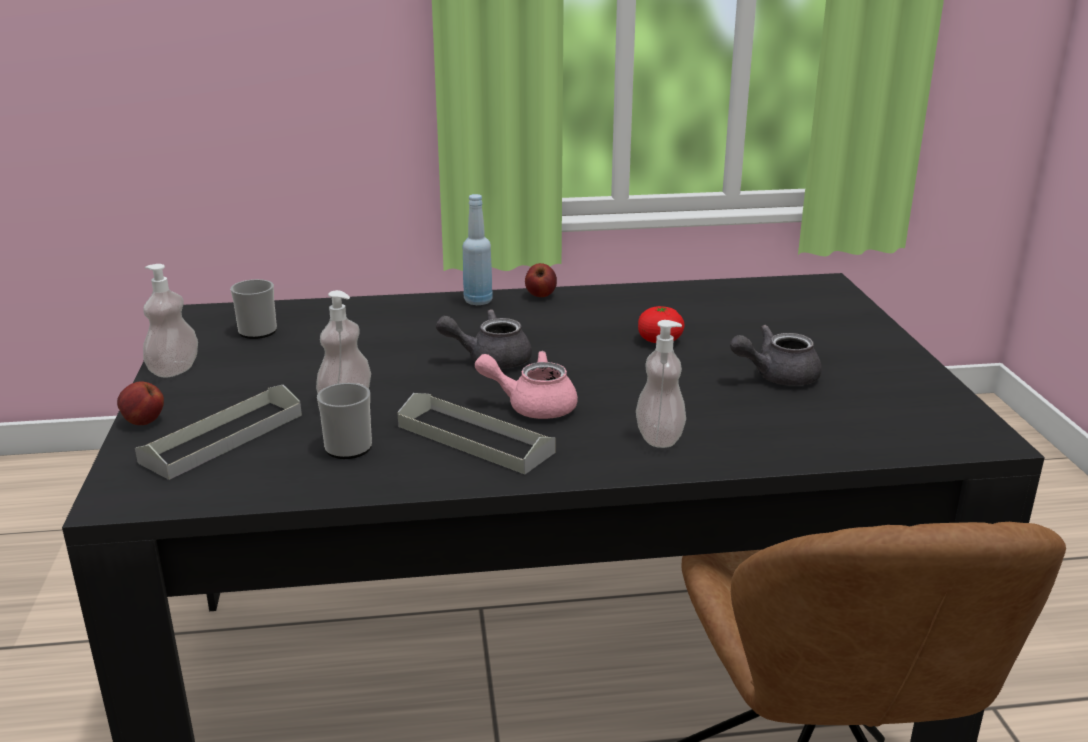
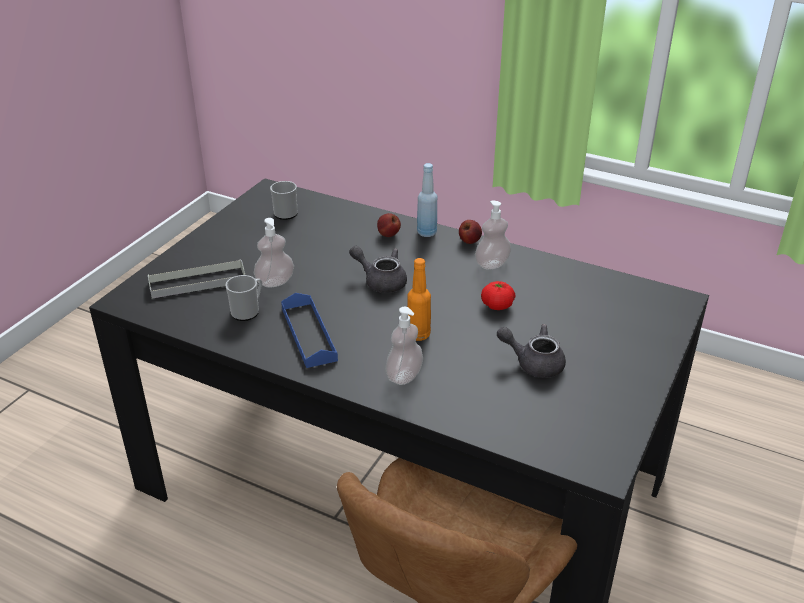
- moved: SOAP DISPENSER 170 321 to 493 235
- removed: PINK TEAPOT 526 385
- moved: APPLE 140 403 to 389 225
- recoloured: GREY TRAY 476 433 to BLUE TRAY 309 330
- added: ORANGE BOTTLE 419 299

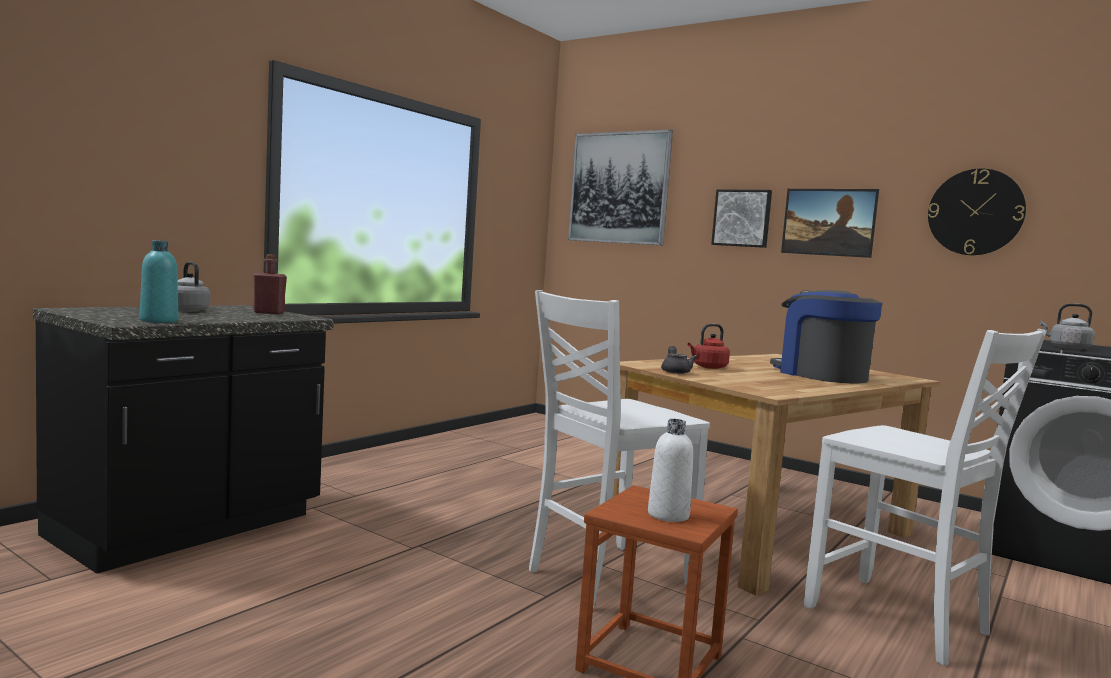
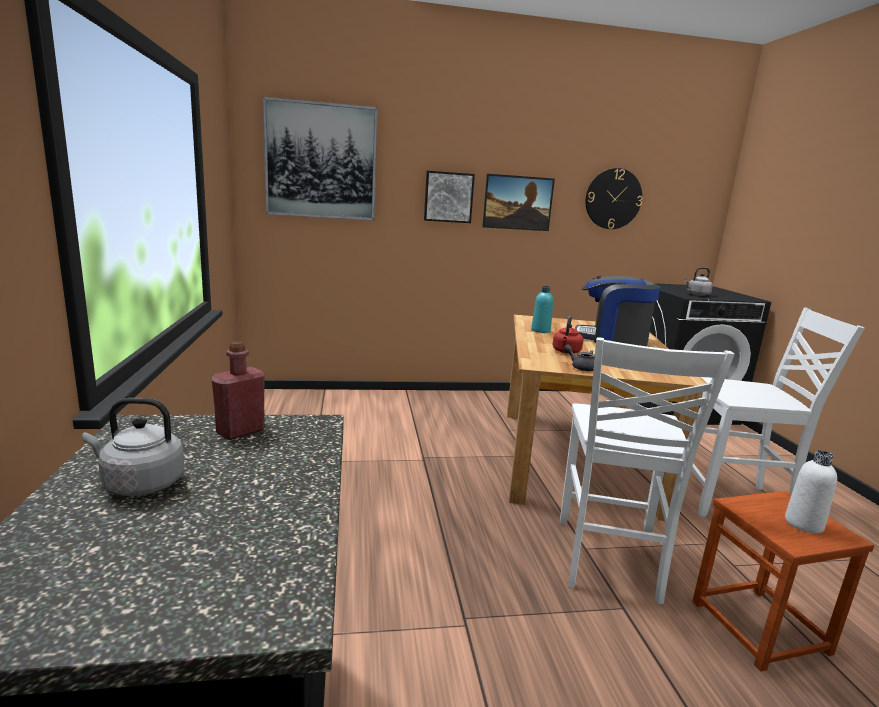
- moved: TURQUOISE BOTTLE 159 281 to 542 309

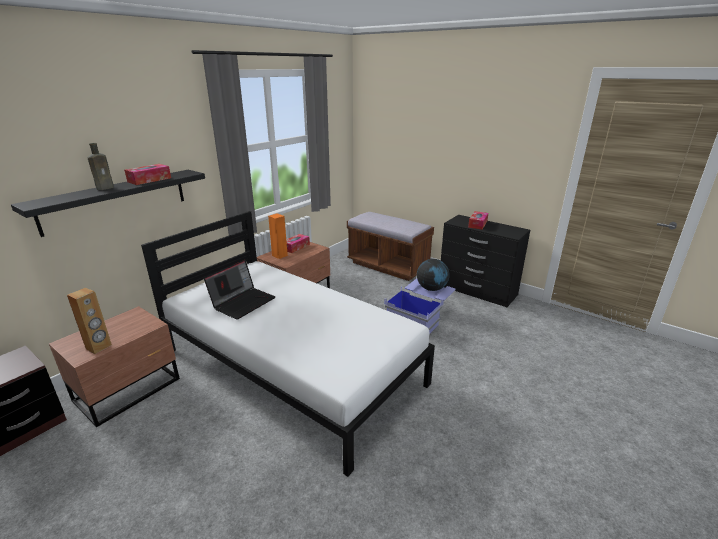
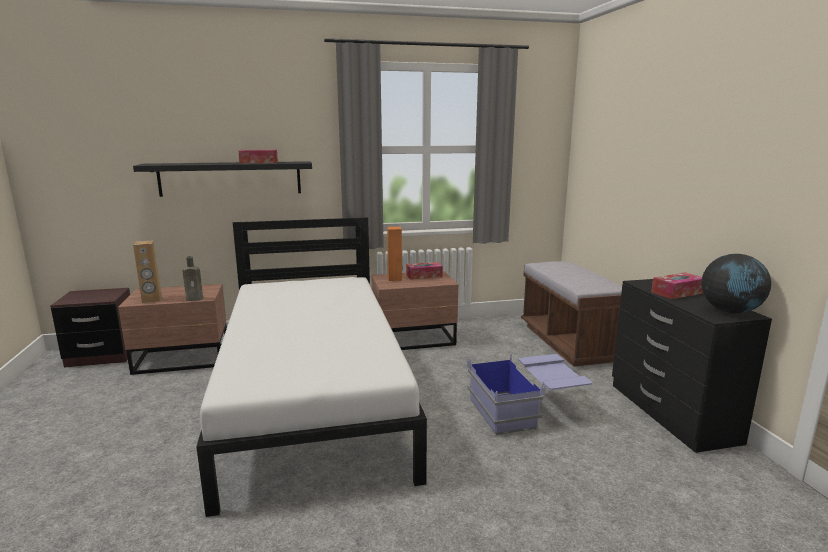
- moved: BROWN BOTTLE 101 166 to 192 278
- moved: GLOBE 433 275 to 736 284
- removed: LAPTOP 239 290

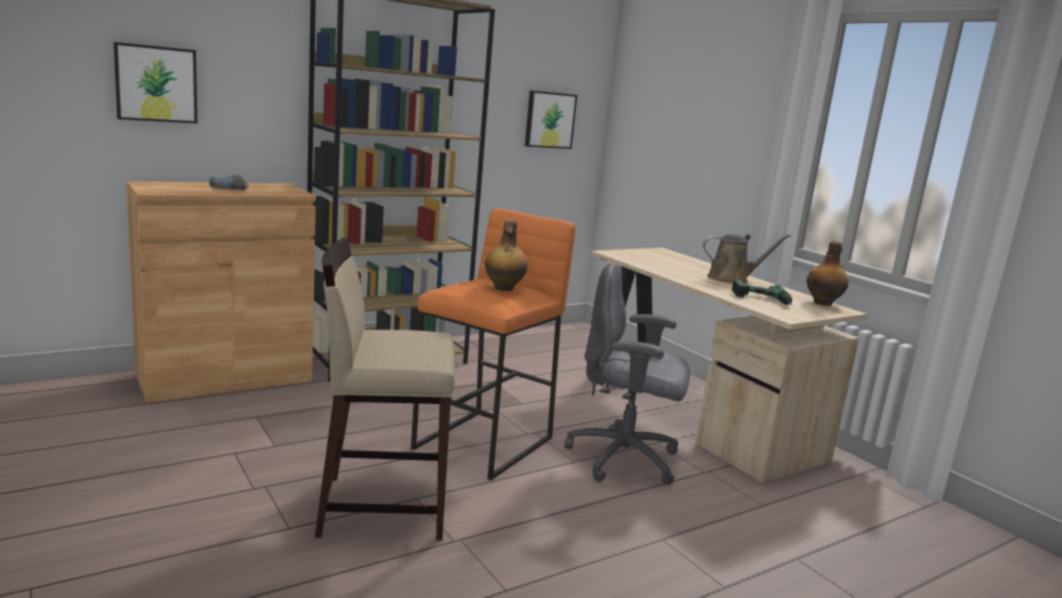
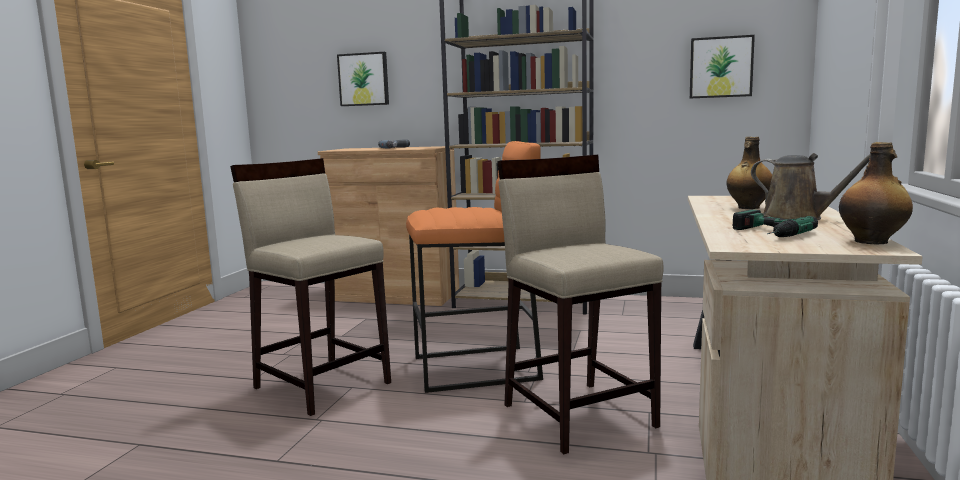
- moved: BOTTLE 506 255 to 749 173
- replaced: GREY OFFICE CHAIR 627 374 to BEIGE STOOL 580 304

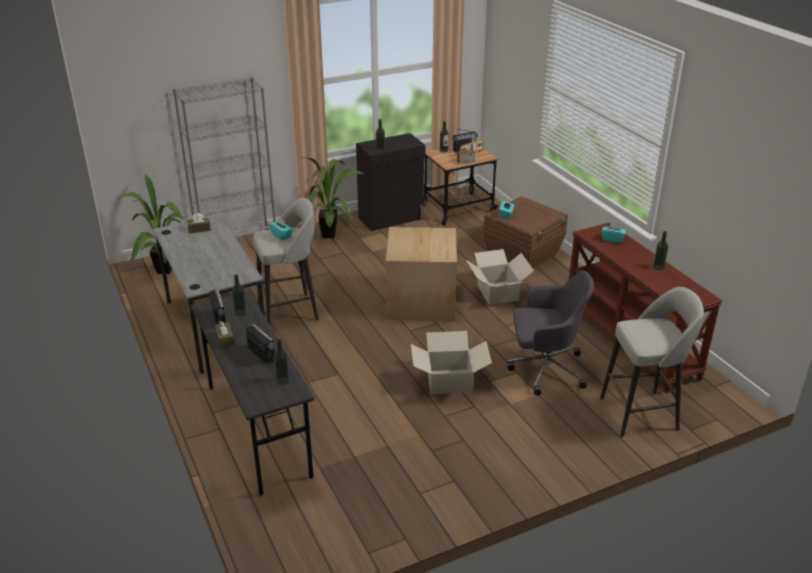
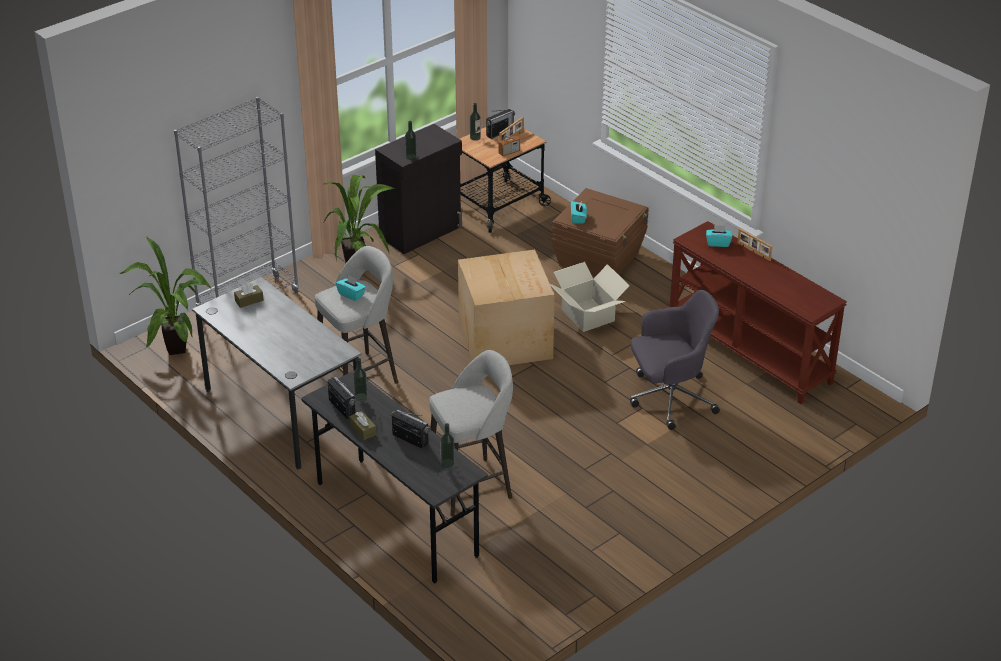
- removed: BOTTLE 660 251
- moved: GREY STOOL 652 362 to 471 433
- removed: CARDBOARD BOX 451 362
- added: PICTURE FRAME 755 244

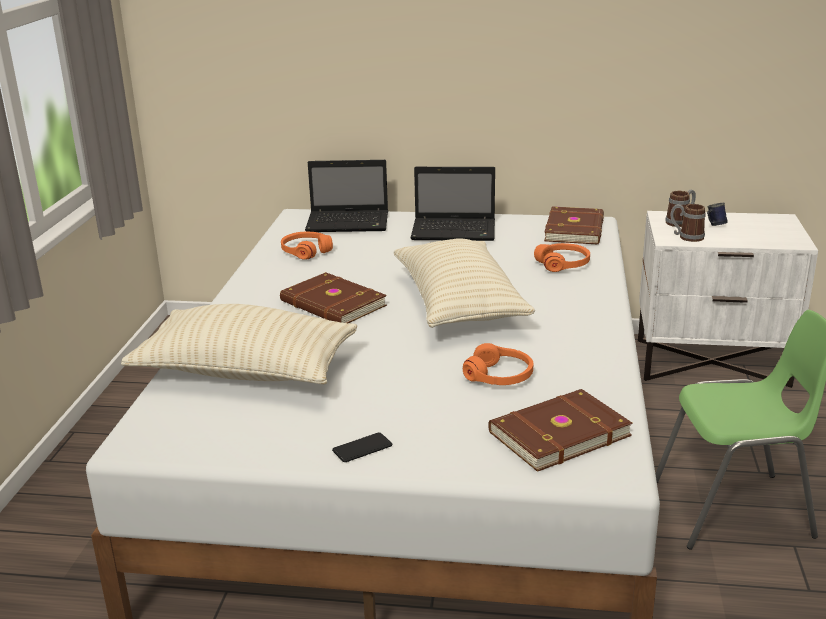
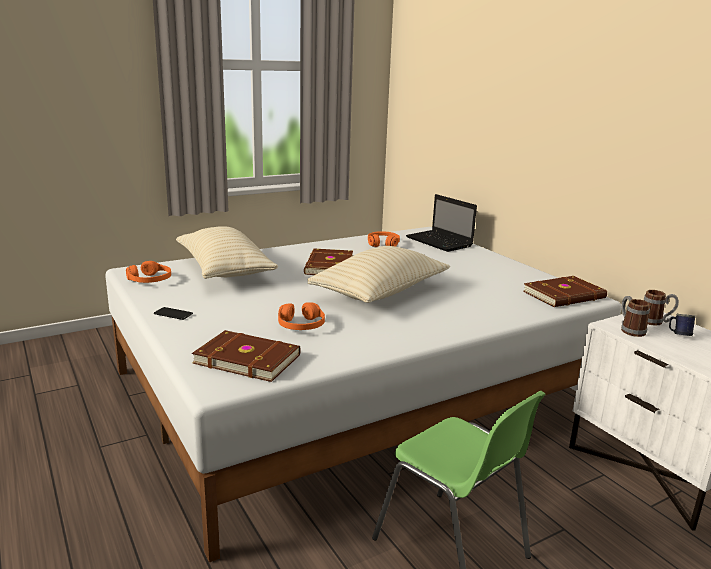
- removed: LAPTOP 453 204
- moved: ORANGE HEADPHONES 562 257 to 148 272

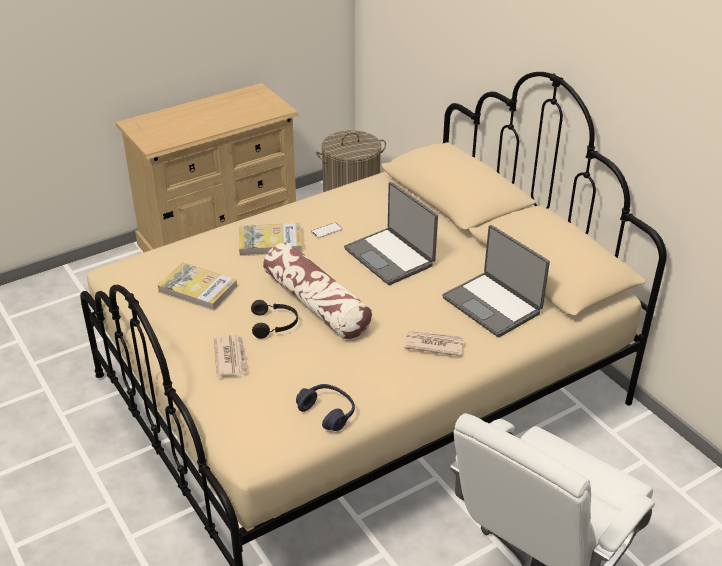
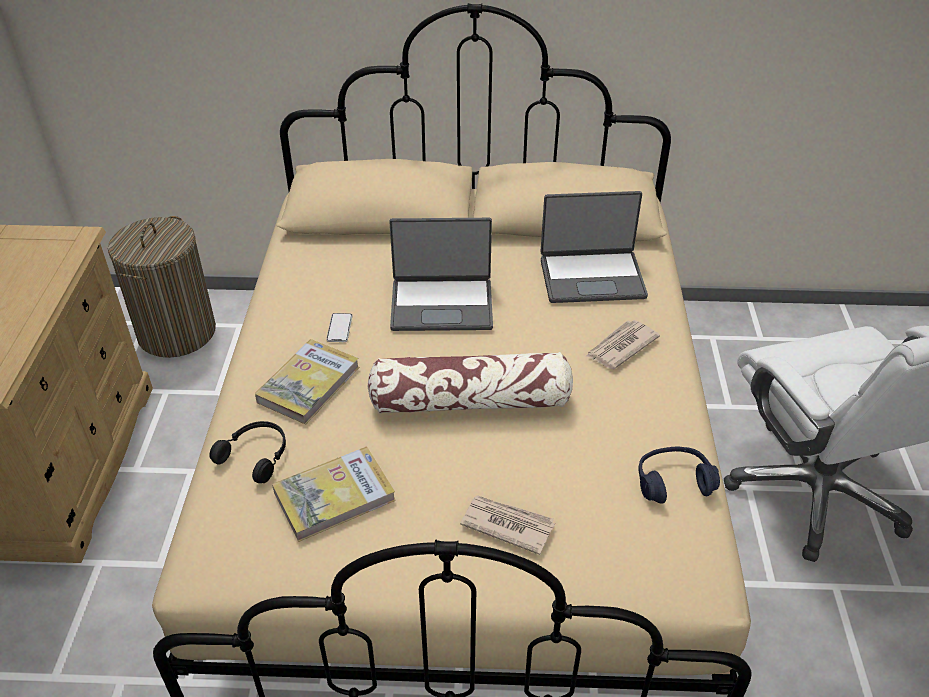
- moved: BLACK HEADPHONES 274 319 to 247 452

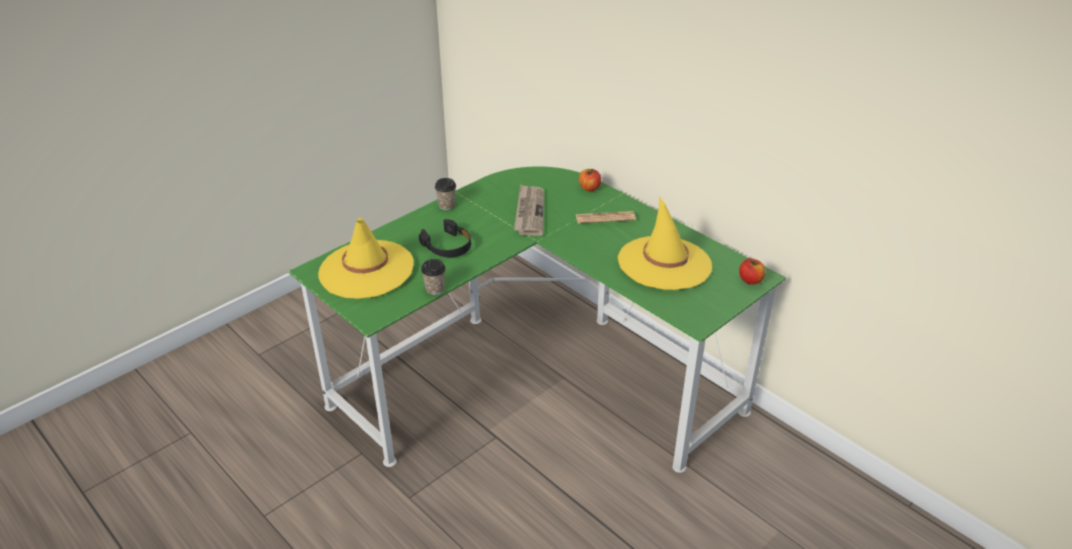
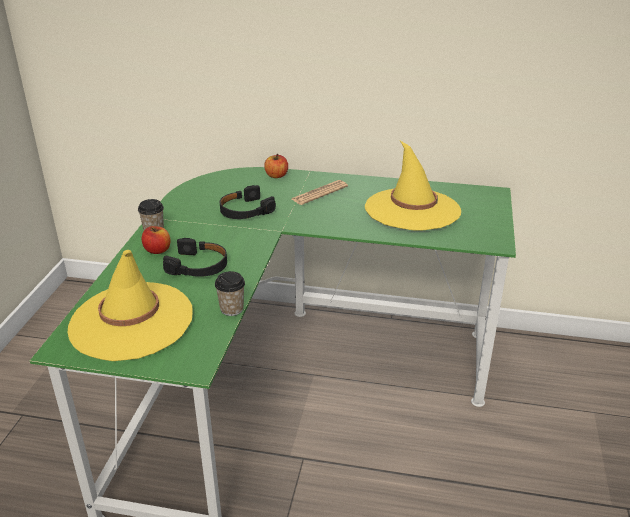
- replaced: NEWSPAPER 529 210 to BLACK HEADPHONES 248 202
- moved: APPLE 752 271 to 156 240

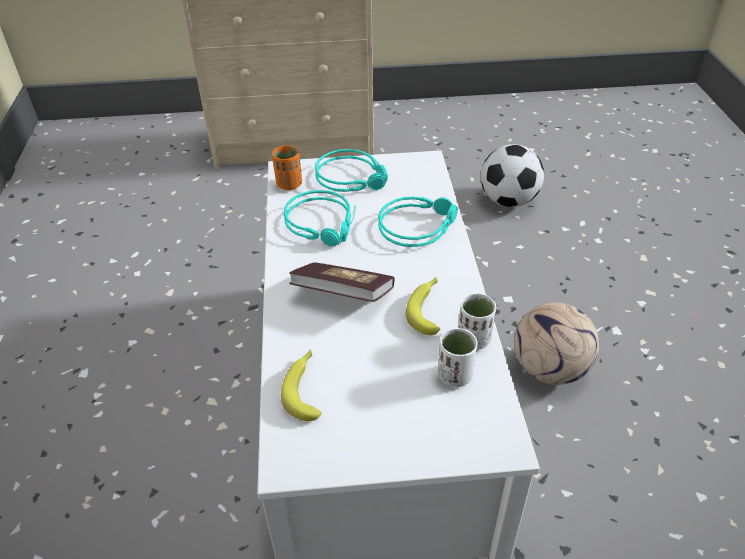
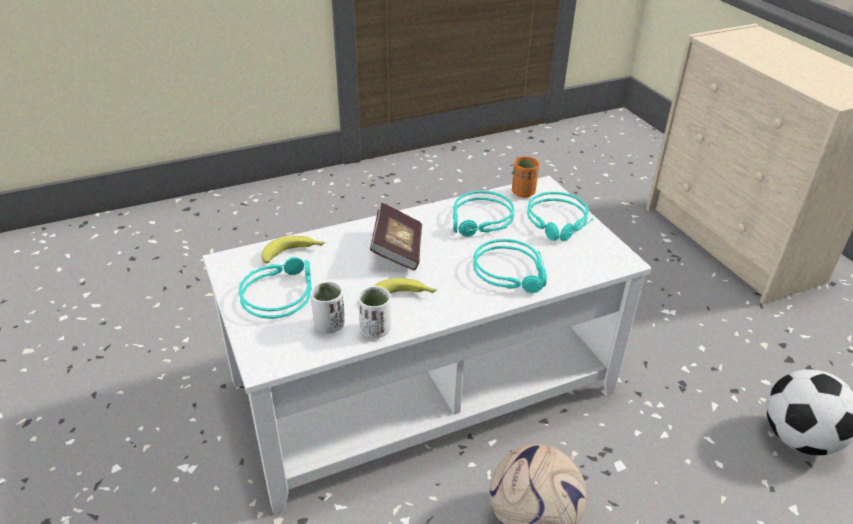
- added: TURQUOISE HEADPHONES 275 288

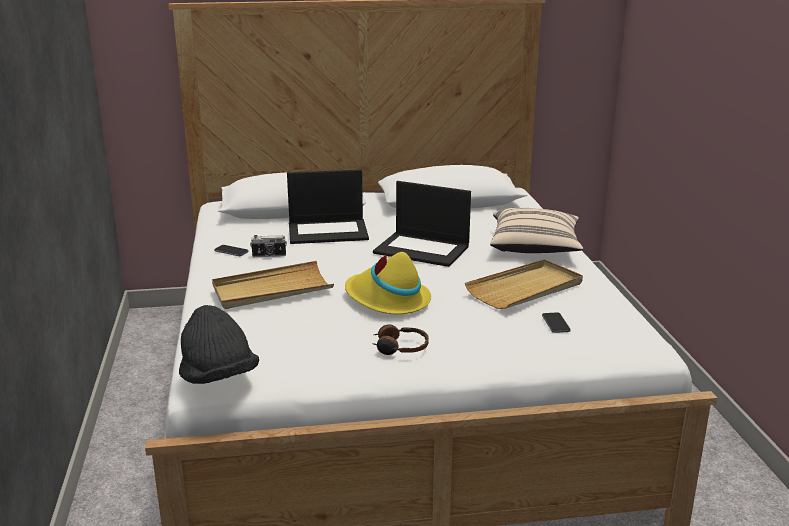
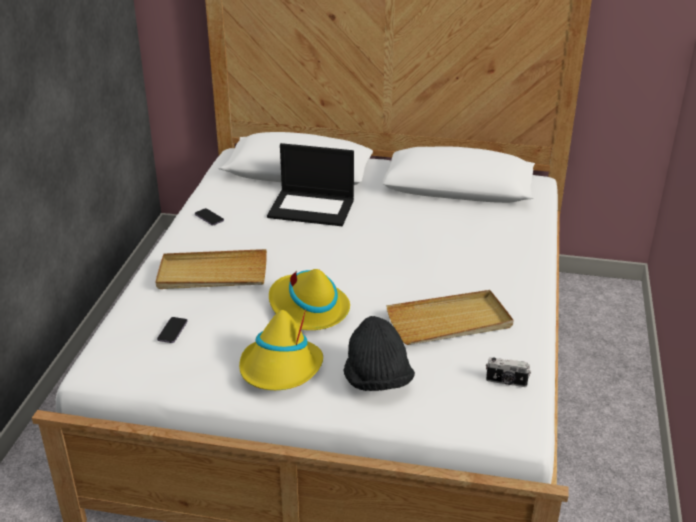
- removed: LAPTOP 422 224
- removed: BEIGE PILLOW 536 230
- moved: PHOTO CAMERA 268 246 to 508 372
- moved: BLACK HAT 219 344 to 379 353
- moved: PHONE 556 322 to 172 330
- replaced: HEADPHONES 400 340 to YELLOW HAT 281 349

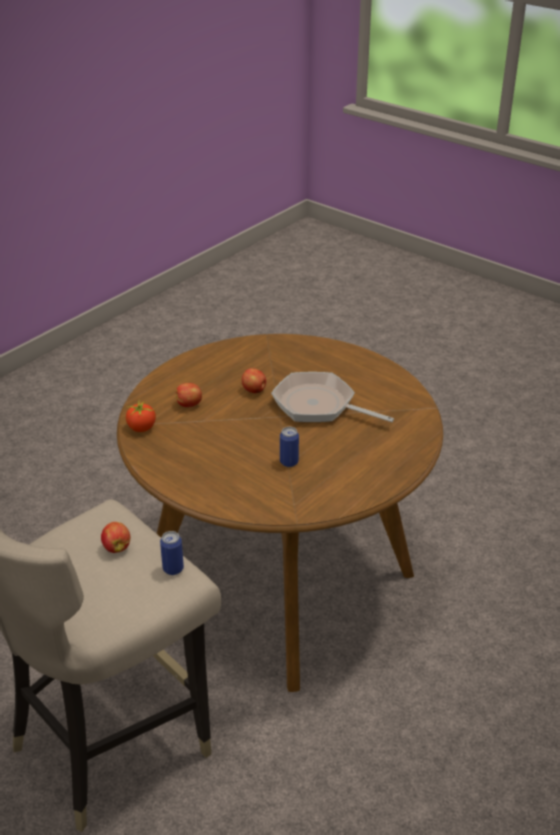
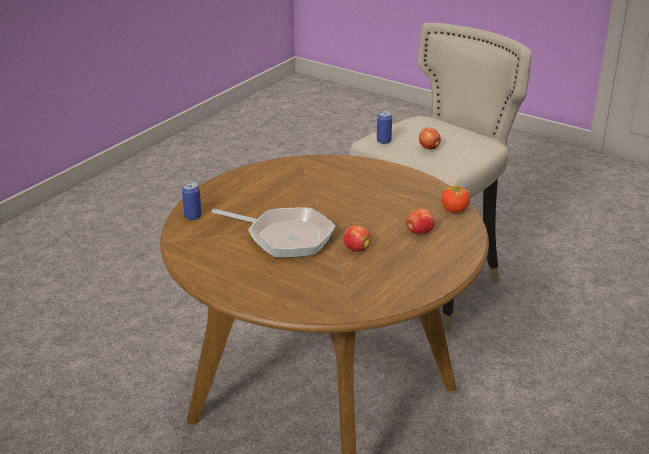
- moved: CAN 289 447 to 192 201

